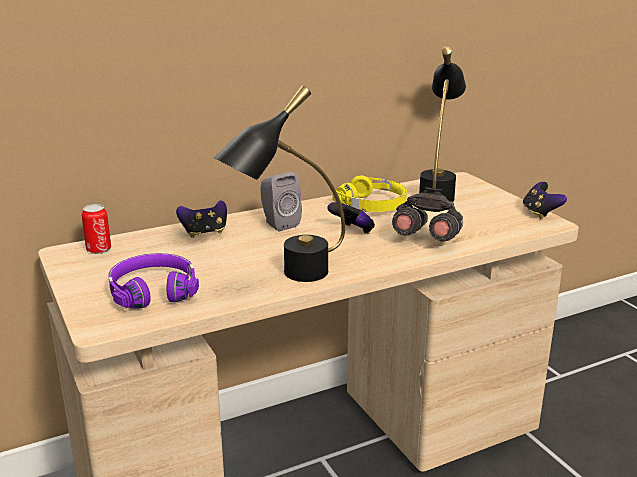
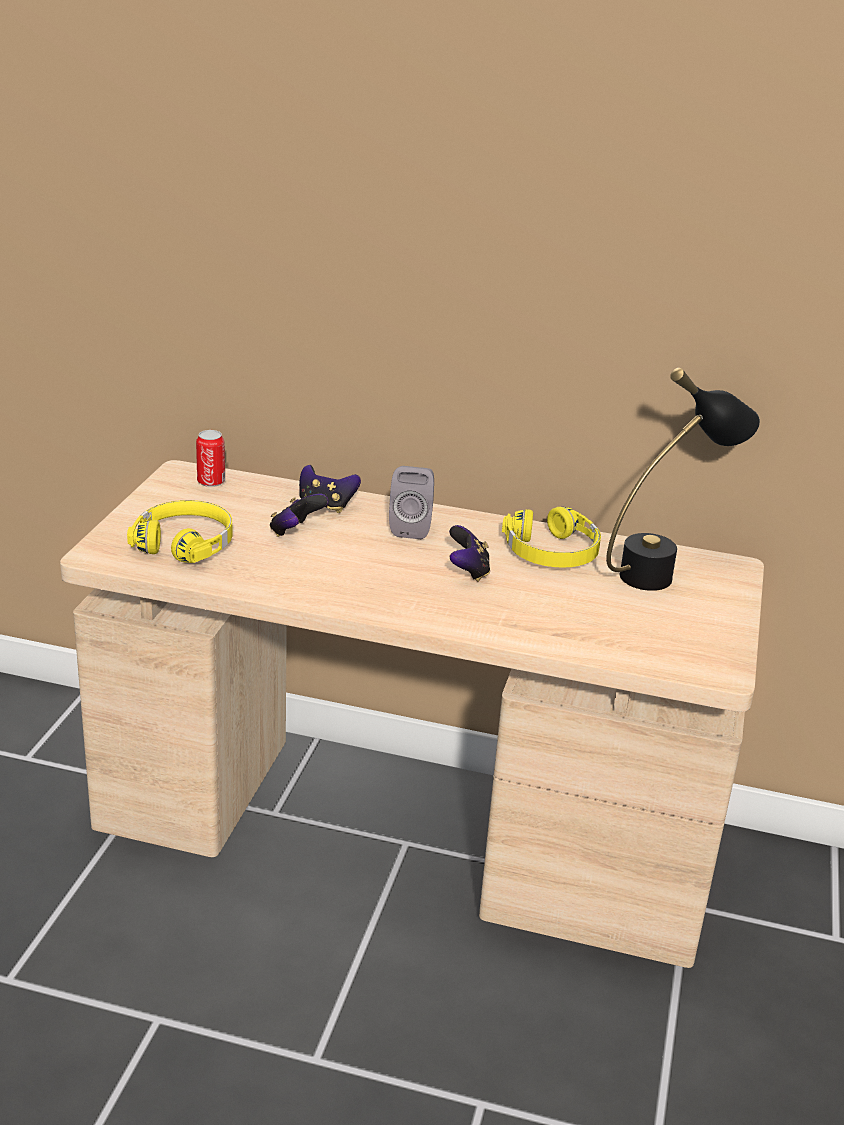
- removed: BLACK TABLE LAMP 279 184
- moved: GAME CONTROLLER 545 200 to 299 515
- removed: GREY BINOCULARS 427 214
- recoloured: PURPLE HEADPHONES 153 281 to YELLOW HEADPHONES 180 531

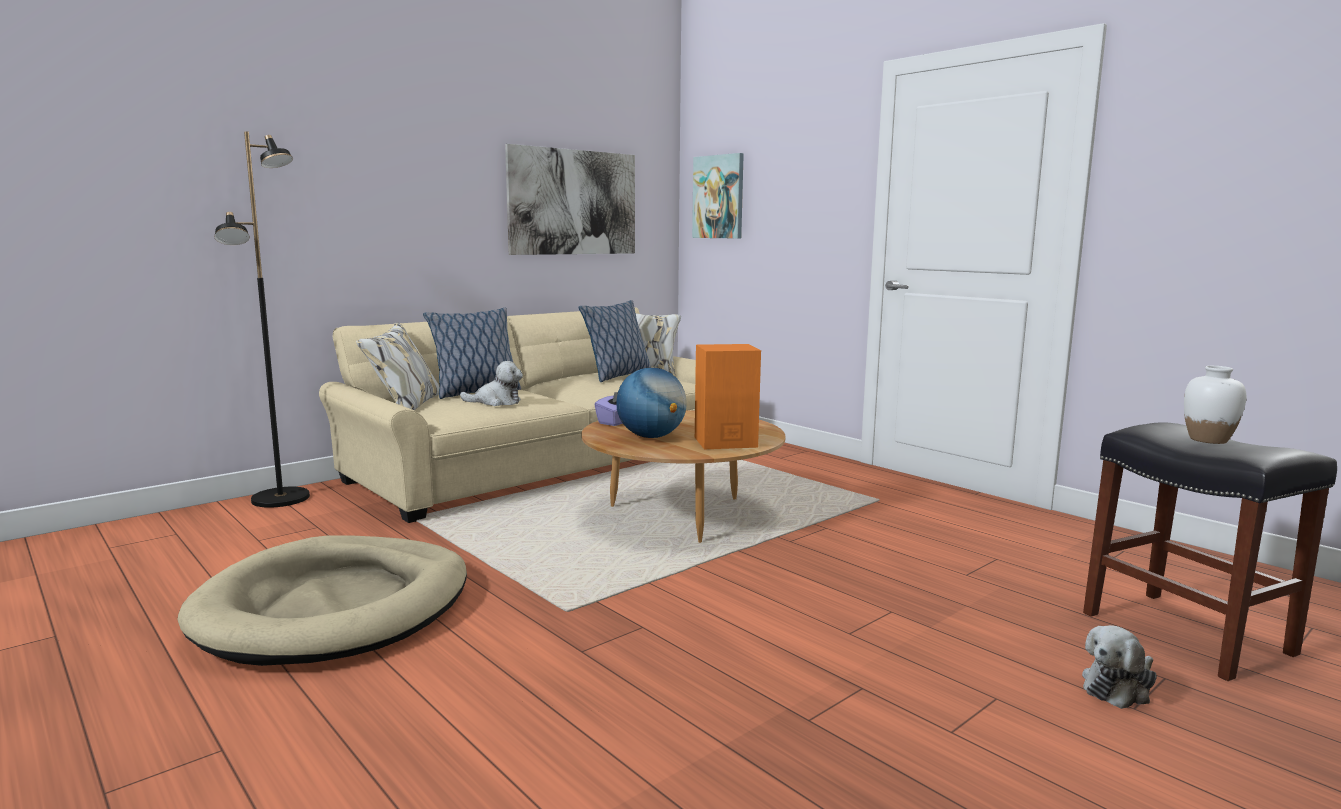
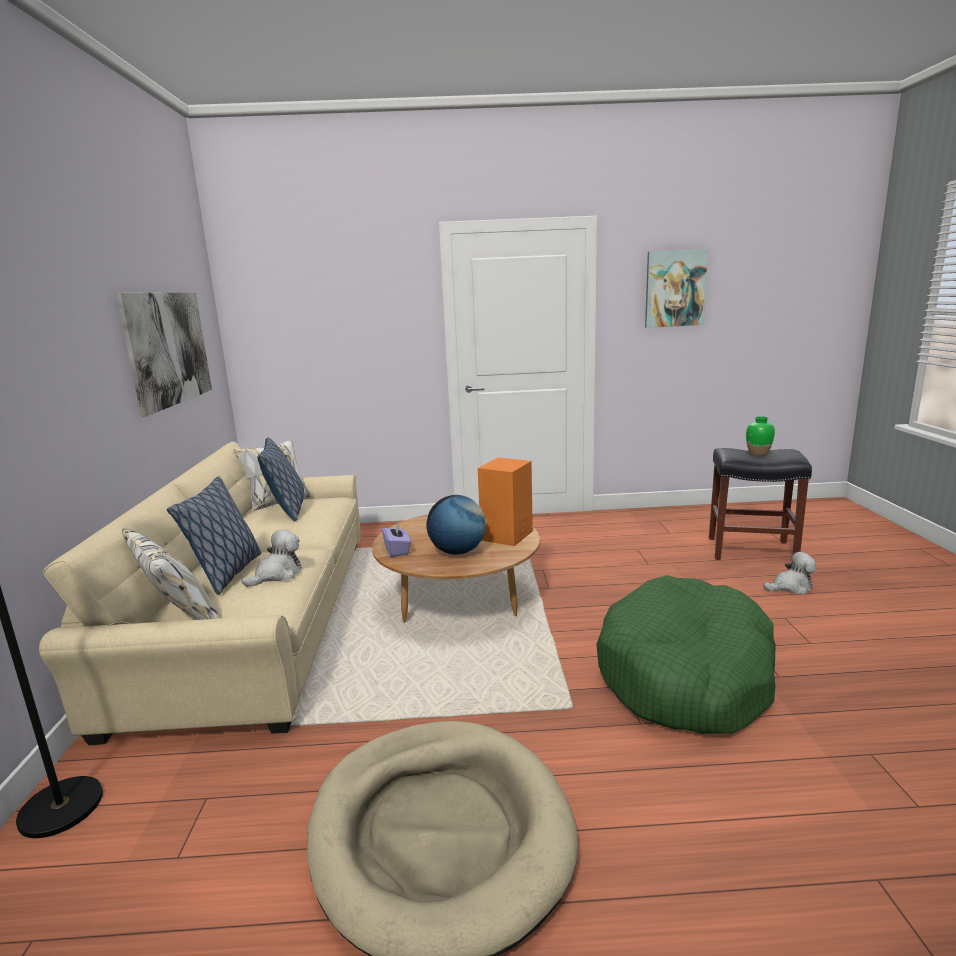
- moved: PICTURE 718 196 to 676 288
- recoloured: WHITE VASE 1215 405 to GREEN VASE 760 436
- turned: PLUSH TOY 1119 667 = 789 573 105 degrees counterclockwise
- added: GREEN DOG BED 686 654

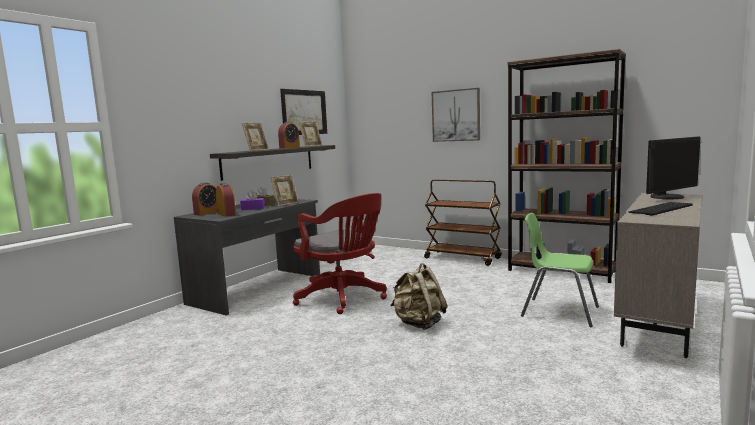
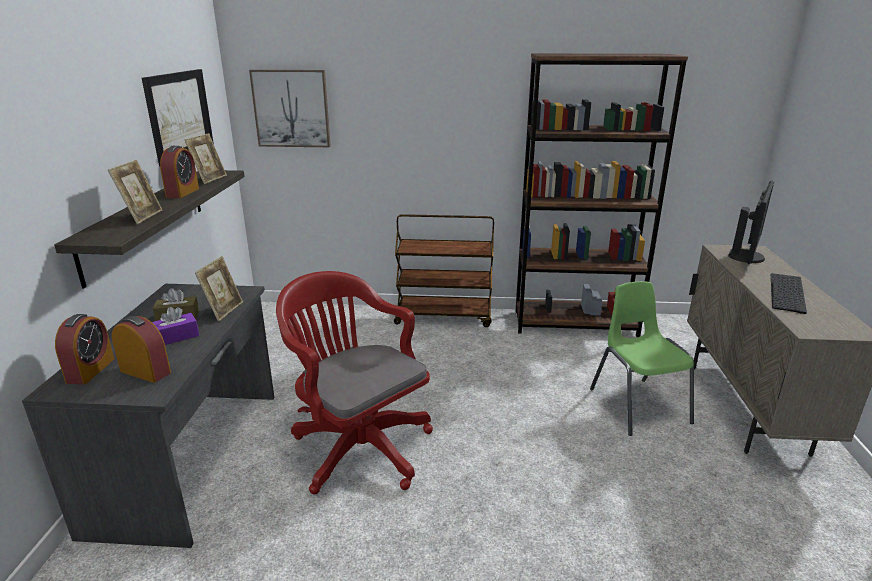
- moved: PICTURE 456 115 to 290 108
- turned: RED OFFICE CHAIR 340 253 = 354 383 150 degrees counterclockwise
- turned: GREEN CHAIR 560 270 = 642 358 75 degrees clockwise
- removed: BEIGE BACKPACK 418 296

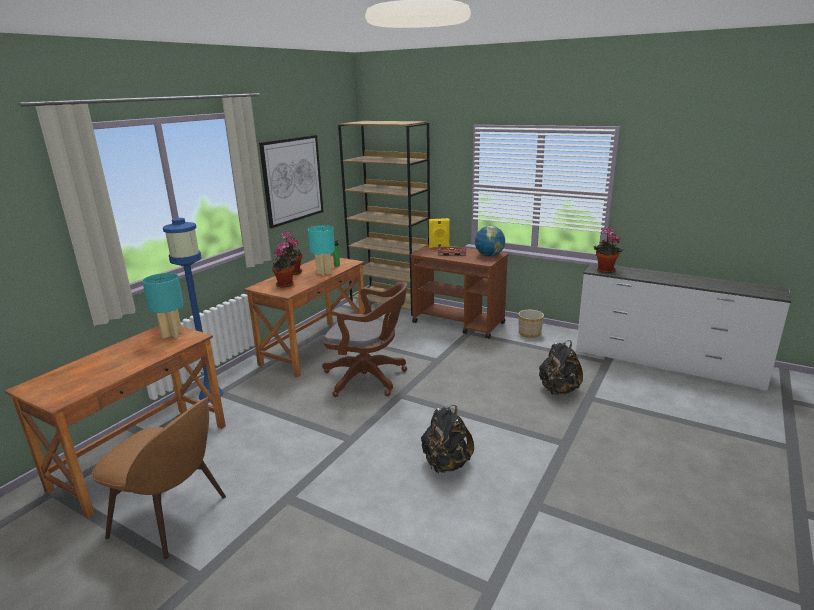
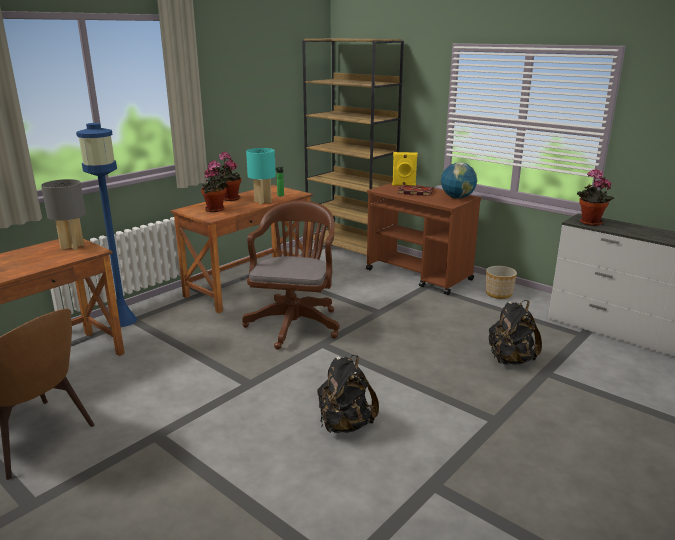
- removed: PICTURE 291 181
- recoloured: TURQUOISE TABLE LAMP 163 306 to GREY TABLE LAMP 63 214
- turned: BROWN OFFICE CHAIR 364 339 = 291 275 105 degrees counterclockwise

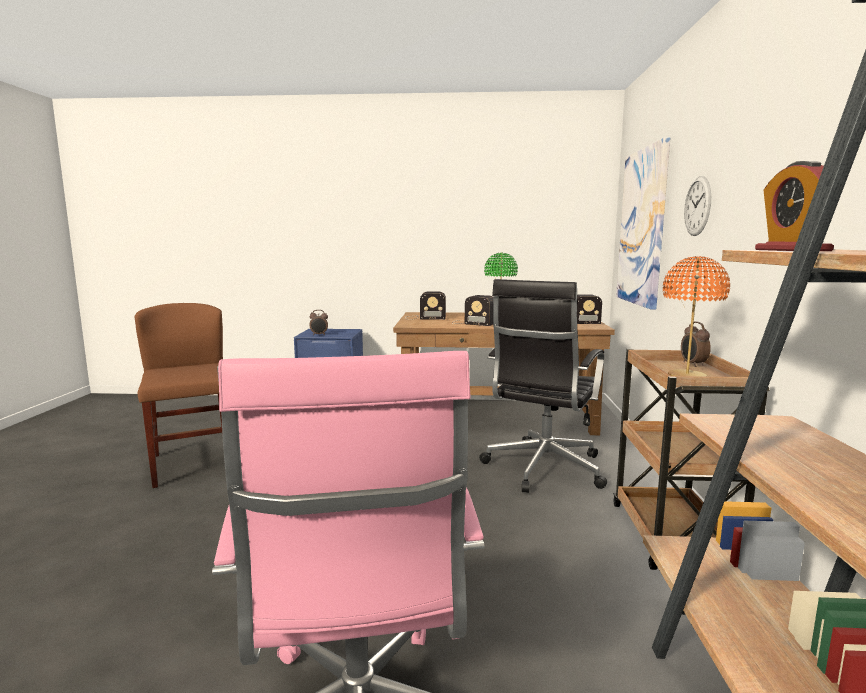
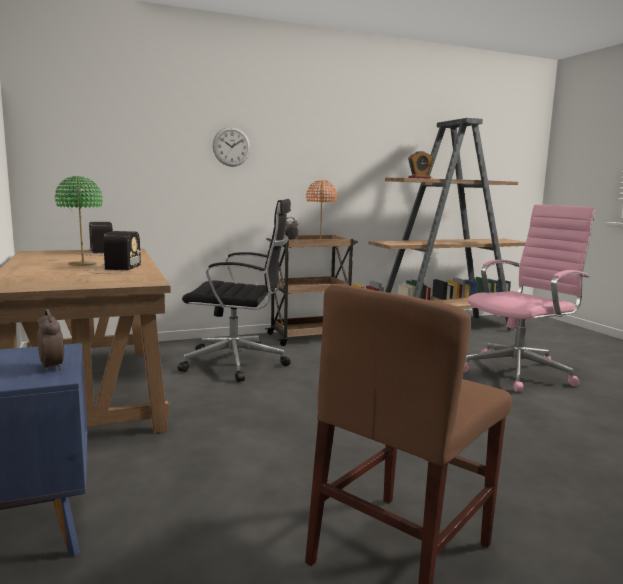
- removed: PICTURE 643 223
- removed: RADIO 425 306

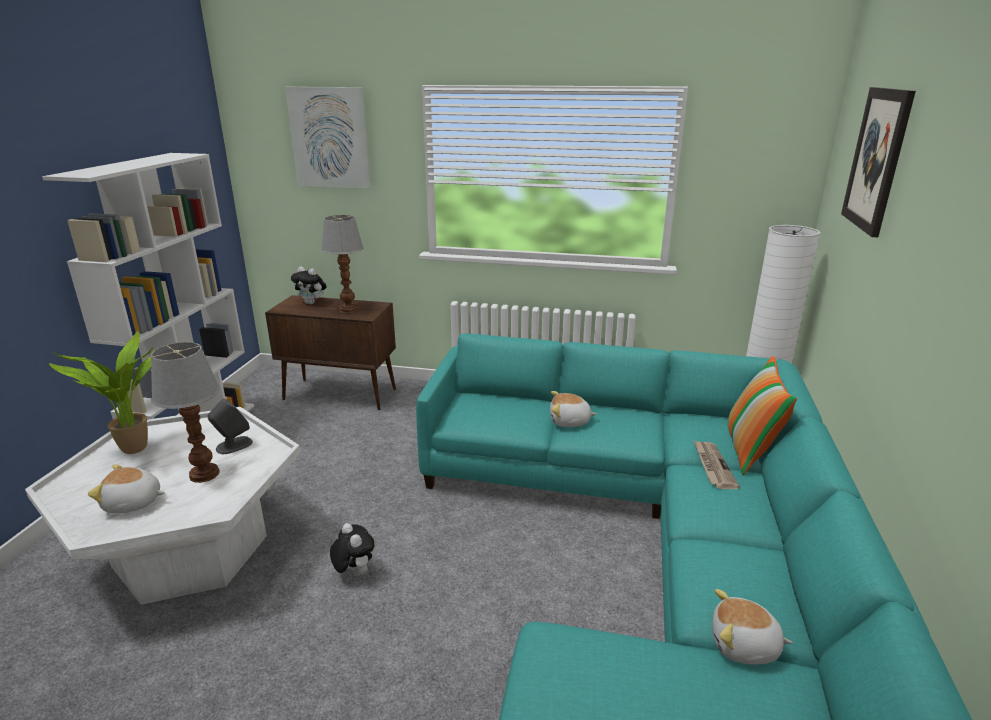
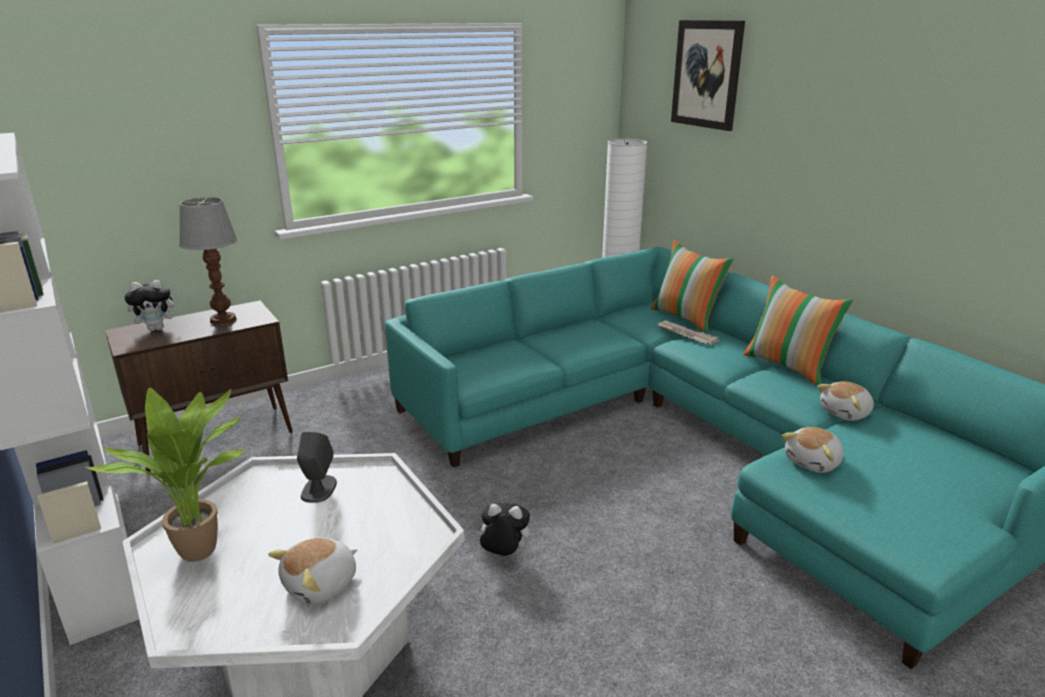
- removed: PICTURE 328 138
- removed: TABLE LAMP 185 412
- moved: PLUSH TOY 573 409 to 813 450
- added: PILLOW 798 330

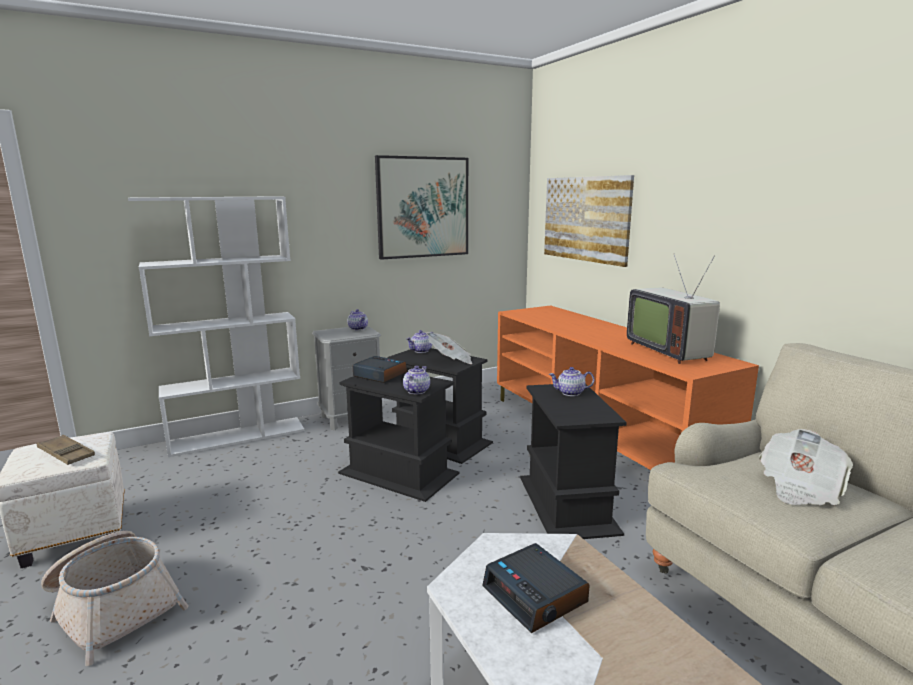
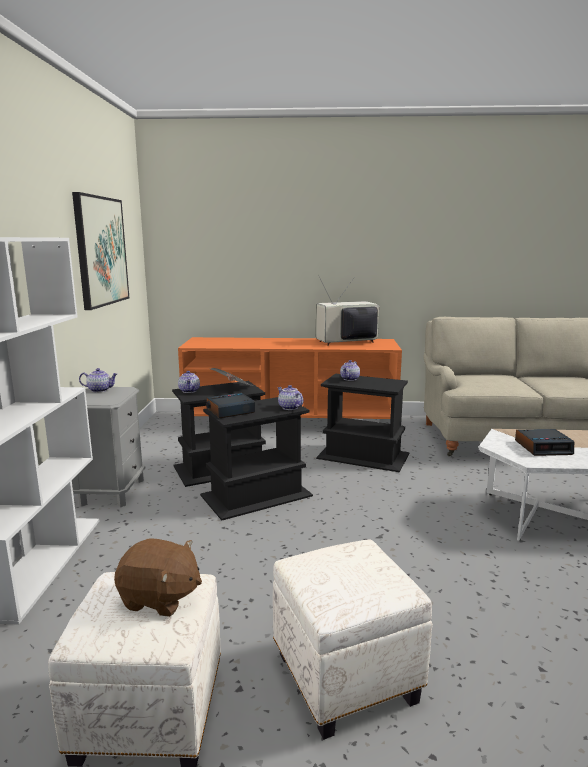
- removed: PICTURE 589 221
- turned: TELEVISION 673 309 = 347 310 150 degrees clockwise
- removed: NEWSPAPER 806 467
- replaced: BROWN TRAY 66 450 to BROWN PLUSH TOY 158 577
- replaced: BASKET 115 598 to WHITE OTTOMAN 353 639

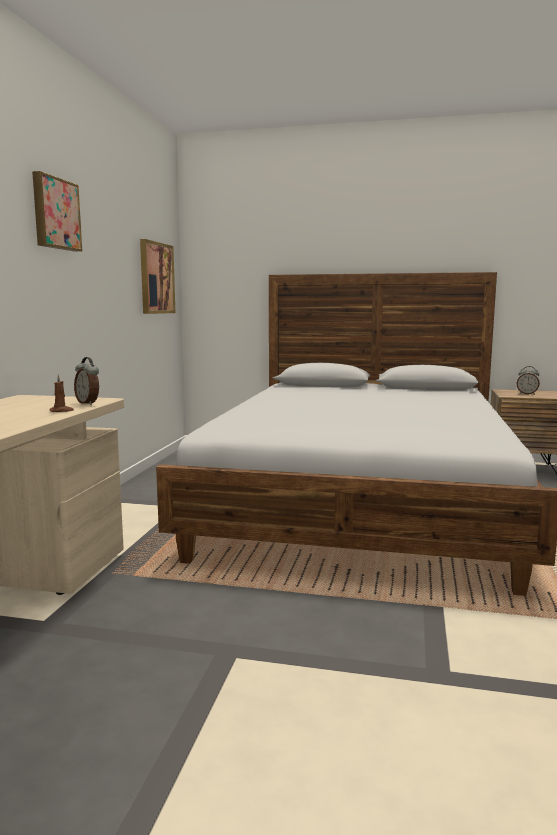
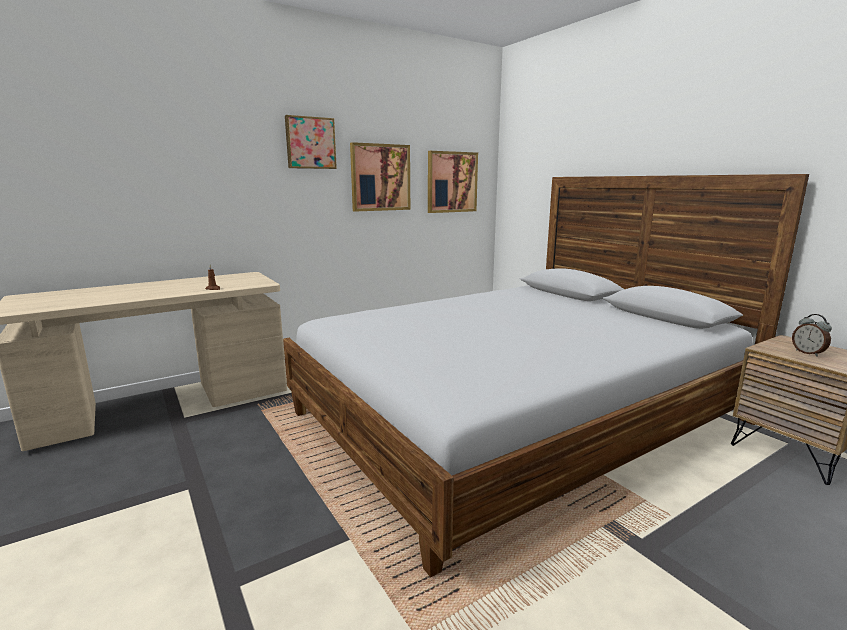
- removed: ALARM CLOCK 86 381
- added: PICTURE 380 177

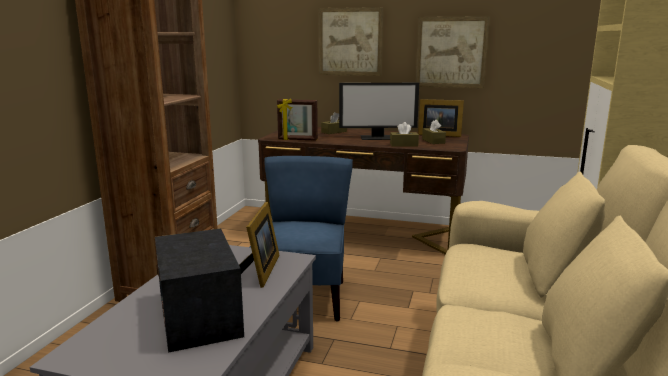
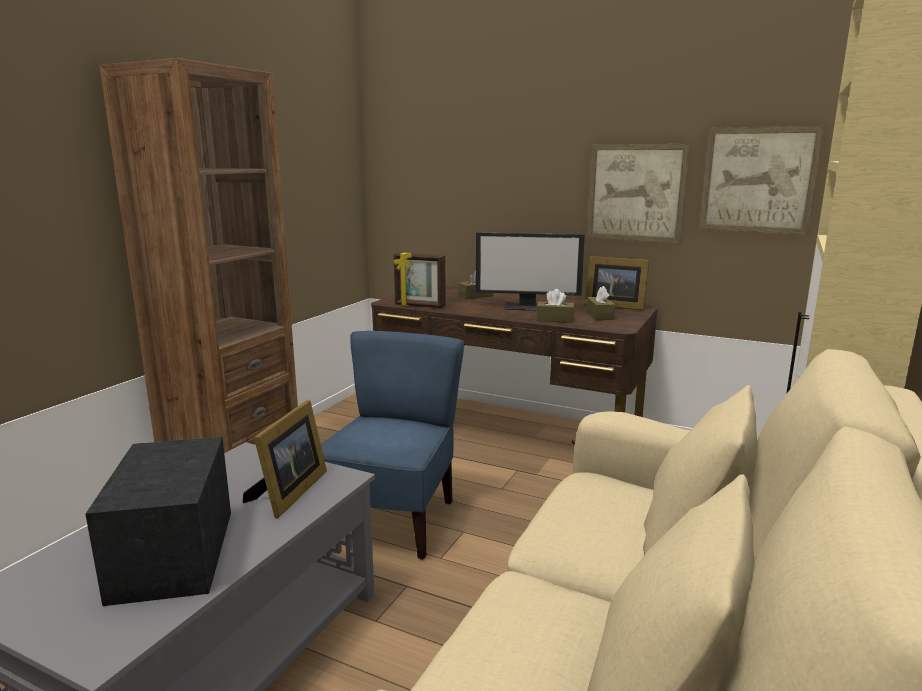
- moved: PICTURE 350 41 to 761 180

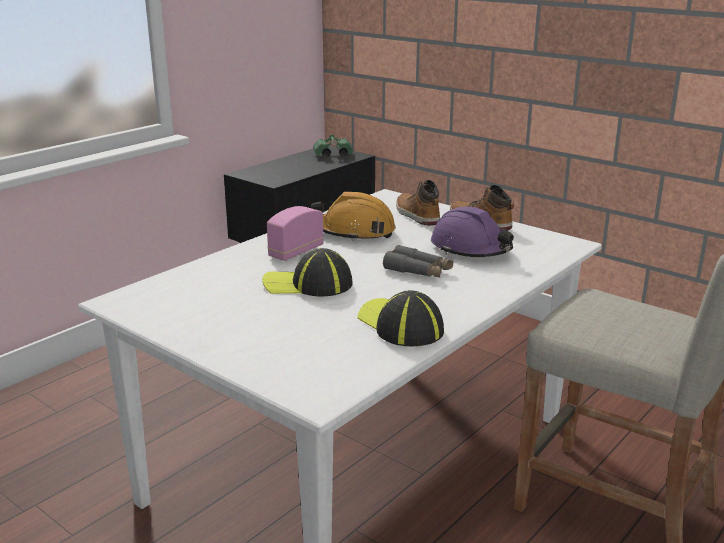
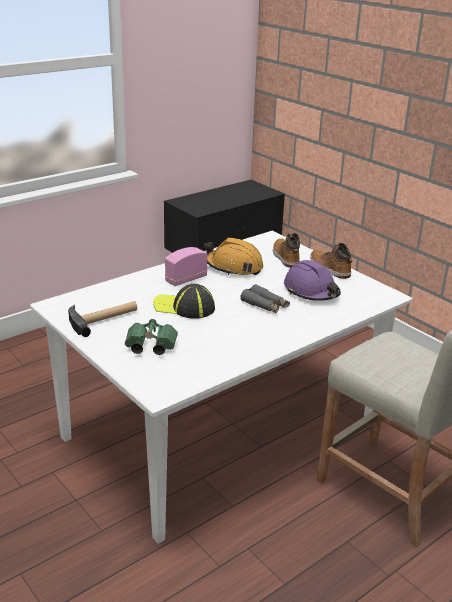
- moved: GREEN BINOCULARS 333 146 to 151 337
- removed: CAP 400 318
- added: HAMMER 102 319

